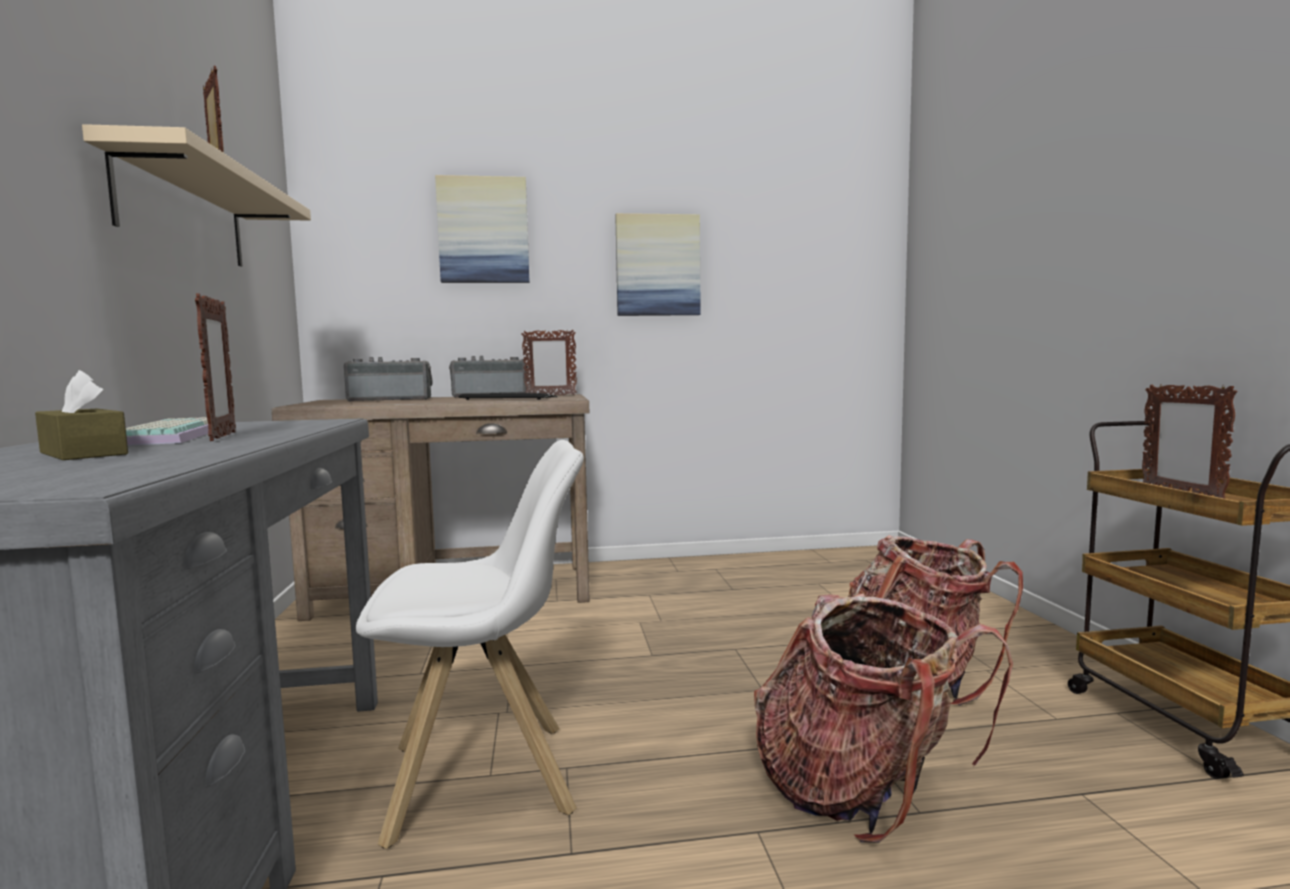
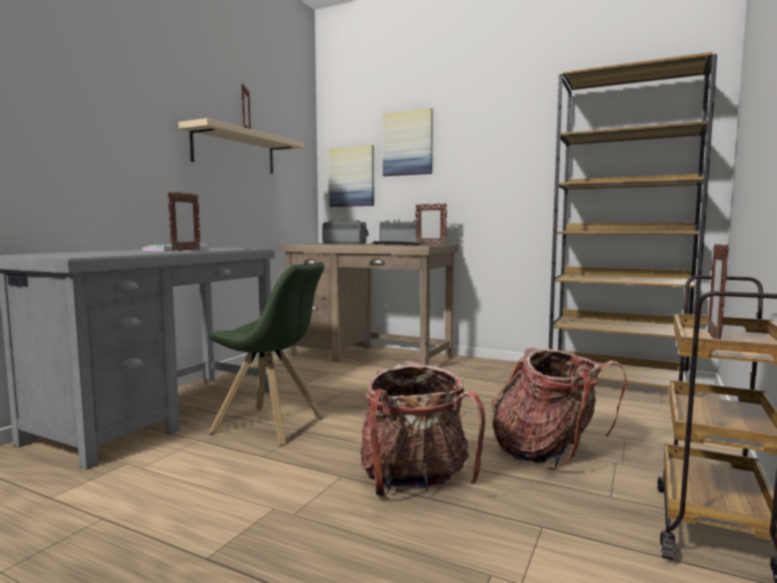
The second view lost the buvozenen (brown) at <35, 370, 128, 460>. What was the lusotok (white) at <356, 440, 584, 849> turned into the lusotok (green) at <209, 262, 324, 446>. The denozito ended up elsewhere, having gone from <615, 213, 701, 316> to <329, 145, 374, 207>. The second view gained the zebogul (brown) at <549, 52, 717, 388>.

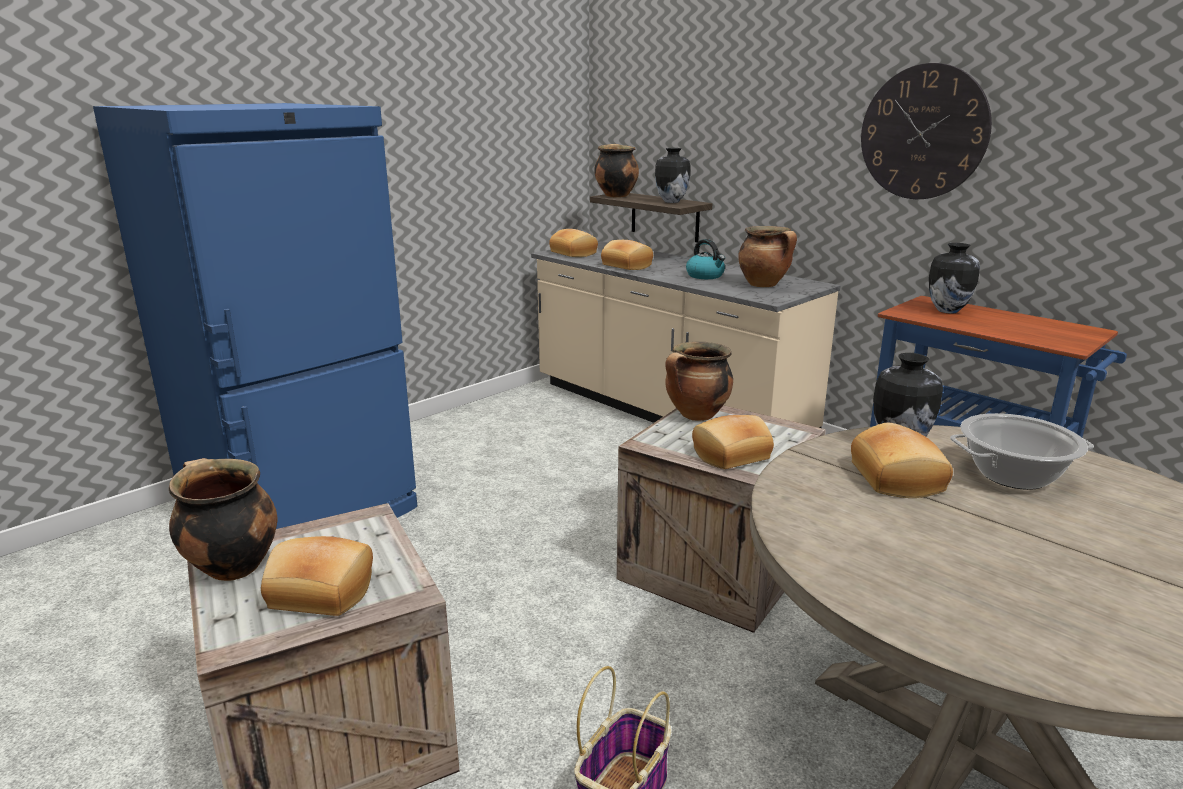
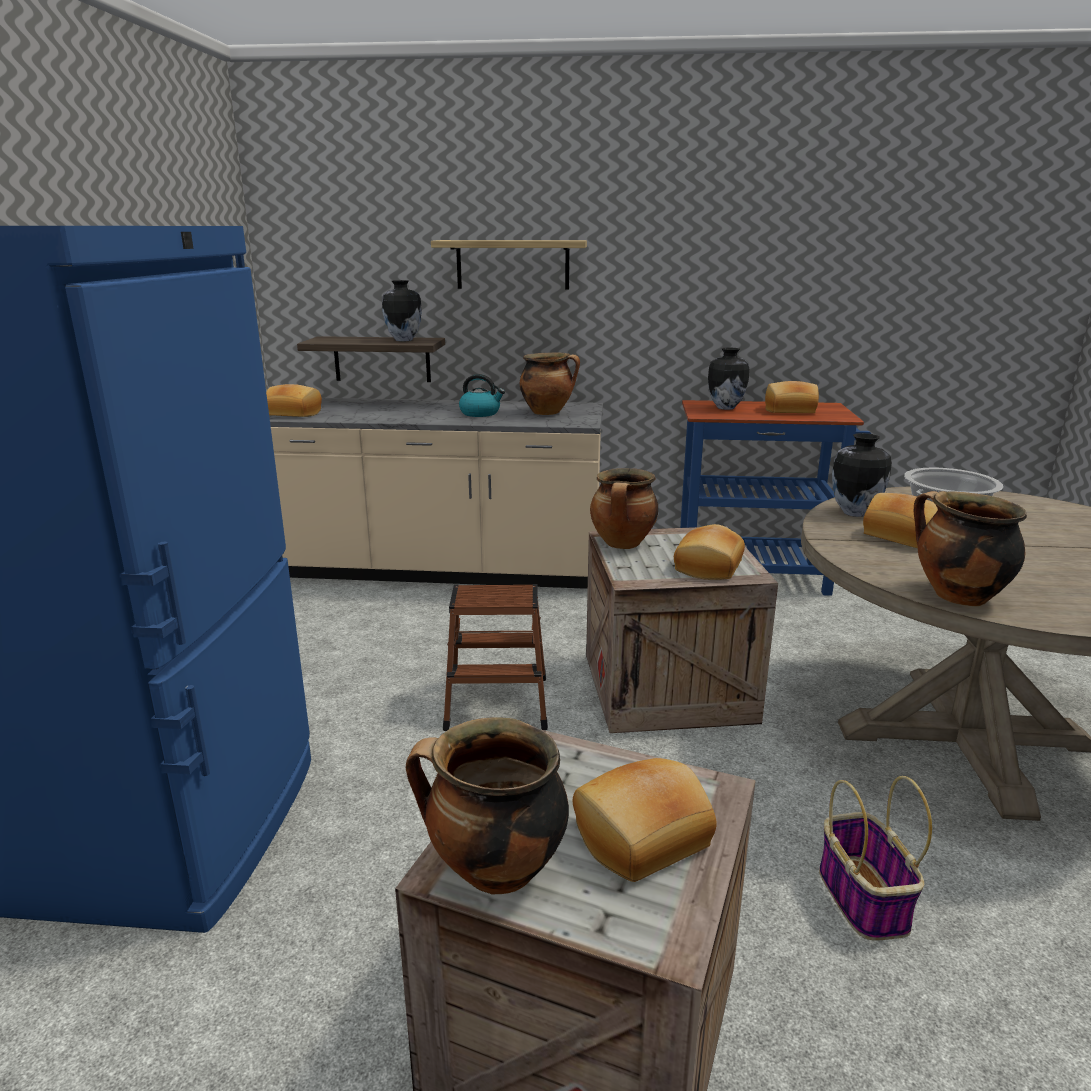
The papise ended up elsewhere, having gone from <594, 144, 639, 198> to <914, 491, 1027, 606>. The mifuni ended up elsewhere, having gone from <601, 240, 653, 270> to <765, 381, 819, 413>. The second view lost the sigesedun at <861, 63, 992, 199>. The second view gained the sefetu at <431, 240, 587, 289>. The second view gained the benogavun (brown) at <443, 584, 548, 731>.

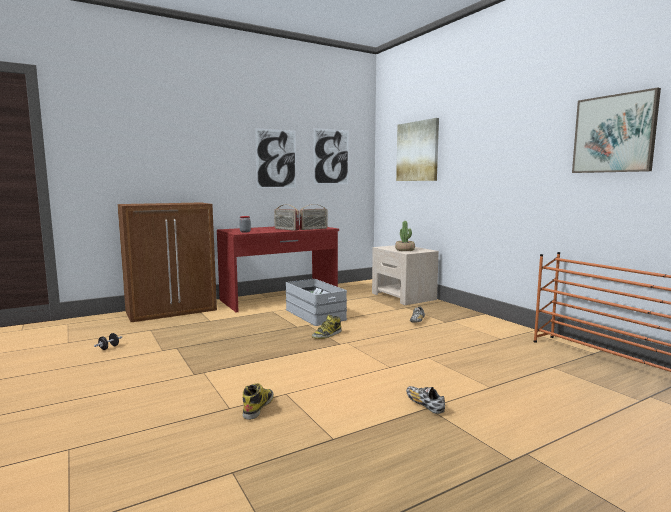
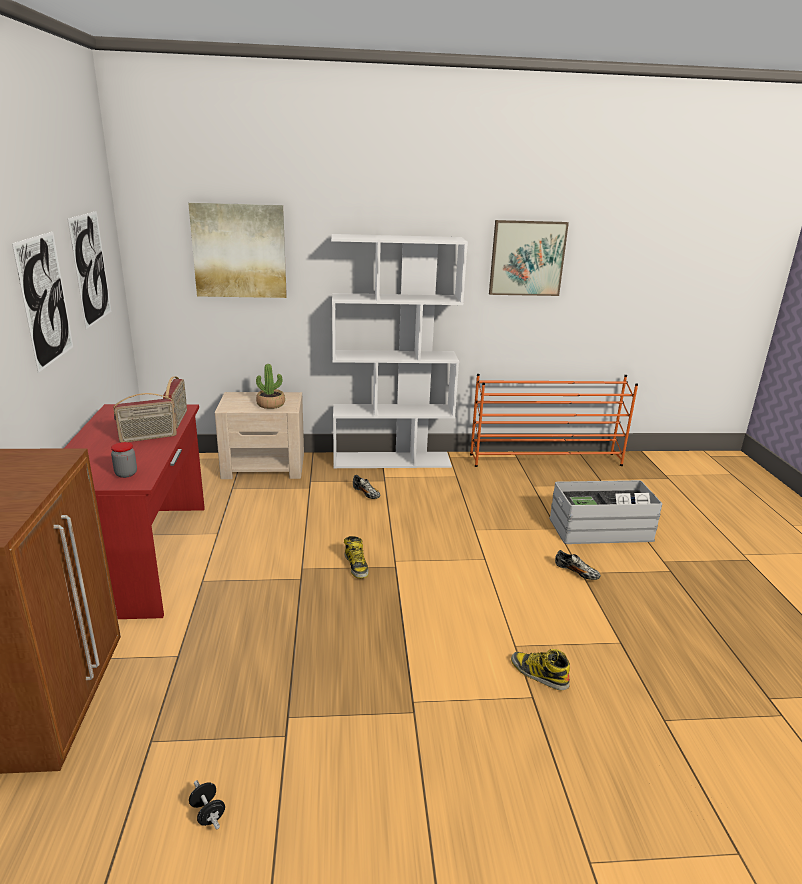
The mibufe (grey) ended up elsewhere, having gone from <286, 279, 347, 326> to <549, 480, 662, 544>. The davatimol at <406, 386, 445, 414> ended up facing another way, 135 degrees counterclockwise from before. The second view gained the zebogul (white) at <331, 234, 468, 468>.

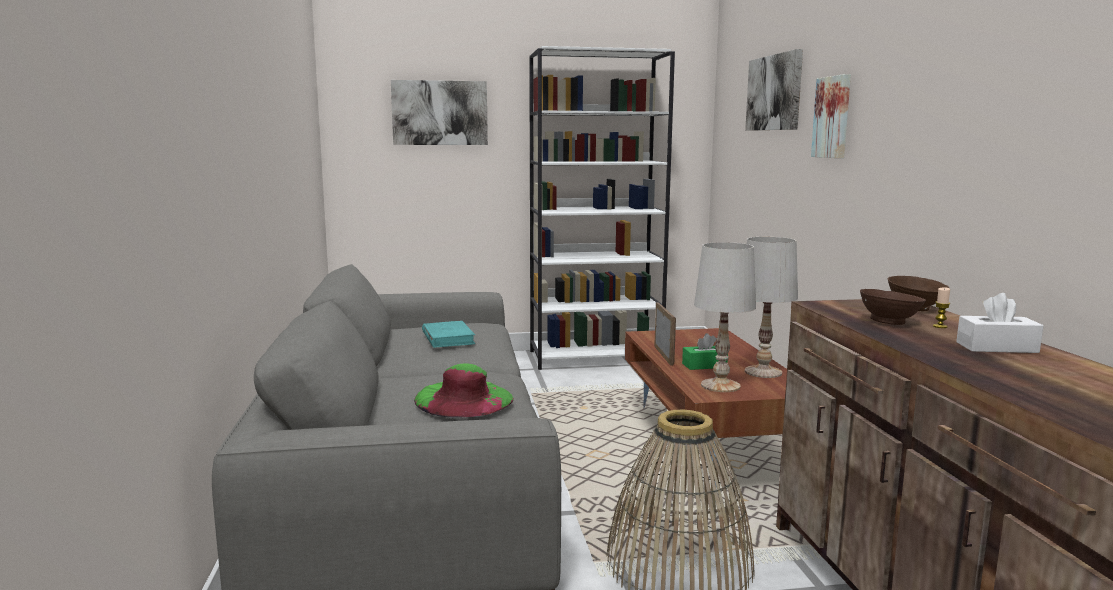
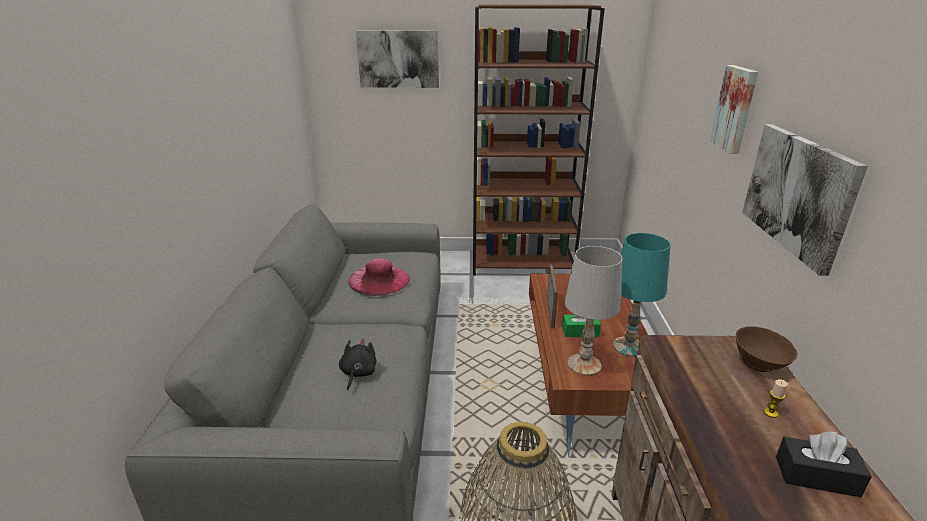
Where the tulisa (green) stood at <414, 364, 514, 417>, the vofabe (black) came to stand at <339, 338, 376, 390>. Where the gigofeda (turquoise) stood at <422, 321, 475, 348>, the tulisa (pink) came to stand at <348, 258, 410, 296>. What was the zebogul (white) at <529, 46, 675, 370> turned into the zebogul (brown) at <473, 5, 605, 276>. The denozito ended up elsewhere, having gone from <745, 49, 803, 131> to <742, 124, 868, 276>. What was the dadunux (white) at <745, 237, 798, 378> turned into the dadunux (turquoise) at <613, 233, 671, 357>. The second view lost the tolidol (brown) at <860, 289, 926, 325>. What was the buvozenen (white) at <956, 293, 1044, 353> turned into the buvozenen (black) at <776, 432, 872, 497>.

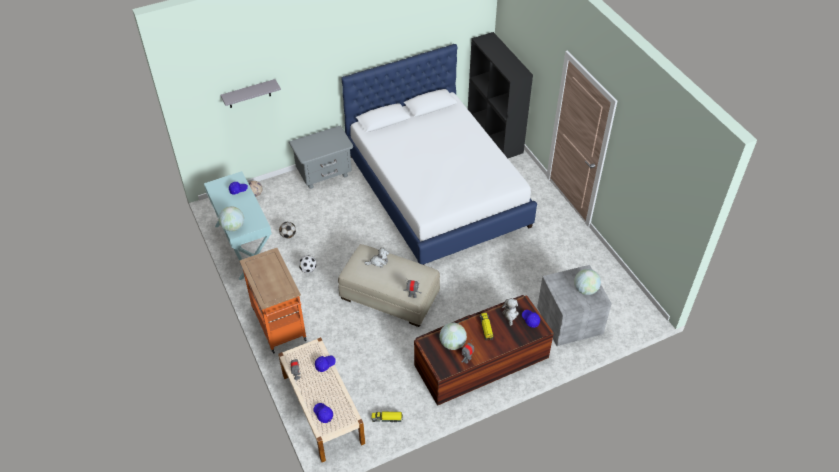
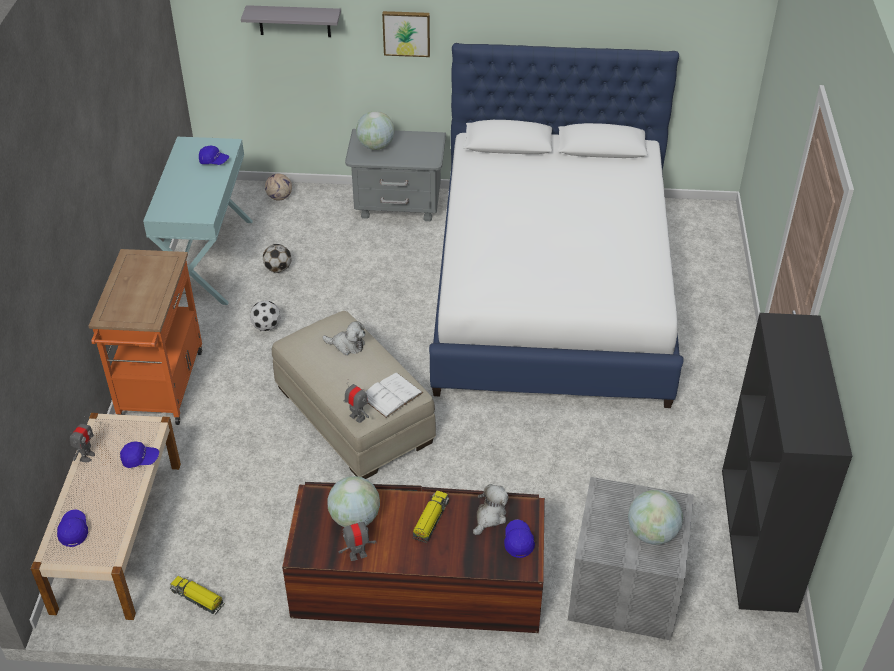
The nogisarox ended up elsewhere, having gone from <218, 206, 244, 231> to <356, 111, 395, 150>. The zebogul (black) ended up elsewhere, having gone from <468, 32, 533, 158> to <722, 313, 852, 613>. The second view gained the gigofeda (white) at <366, 372, 423, 418>. The second view gained the denozito at <382, 11, 430, 57>.

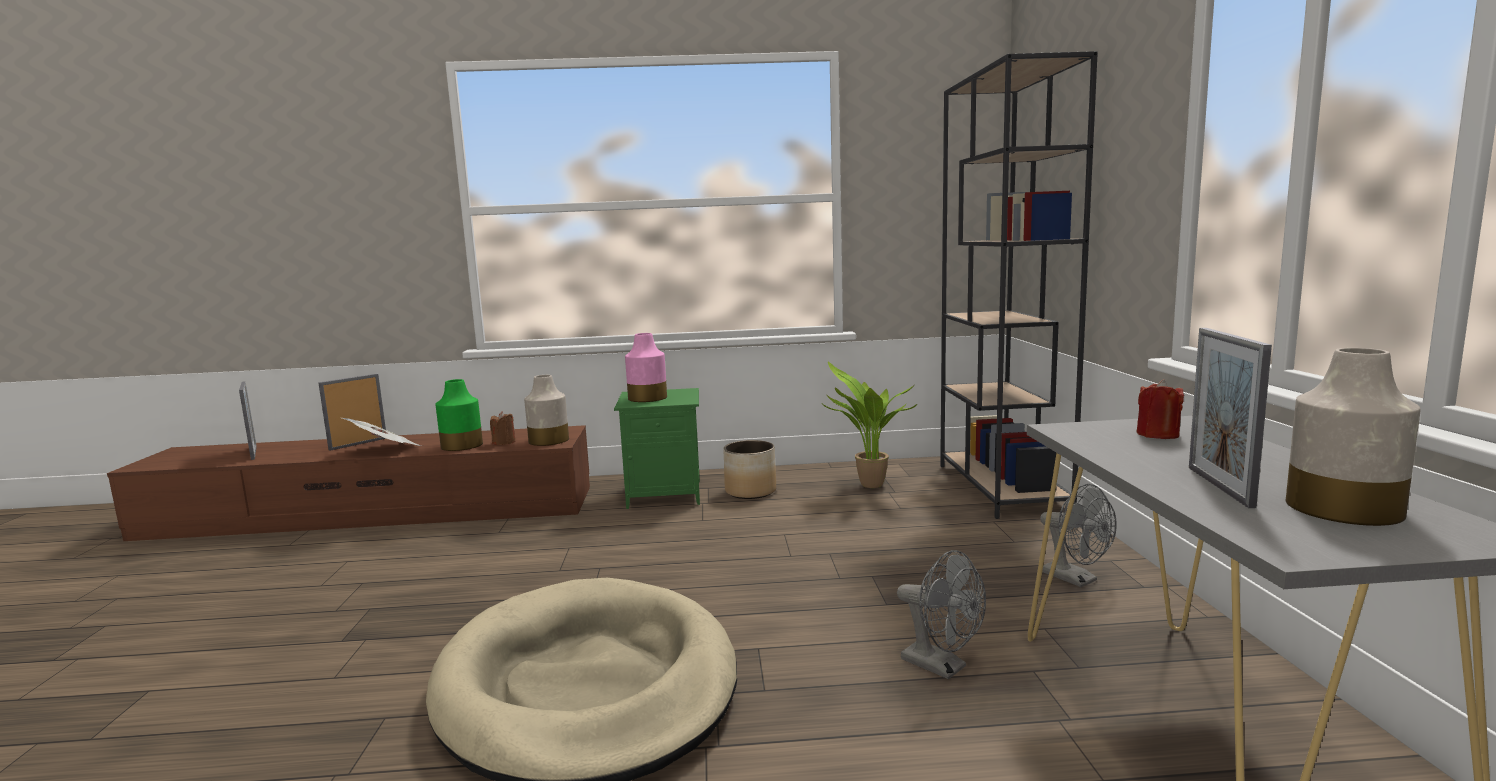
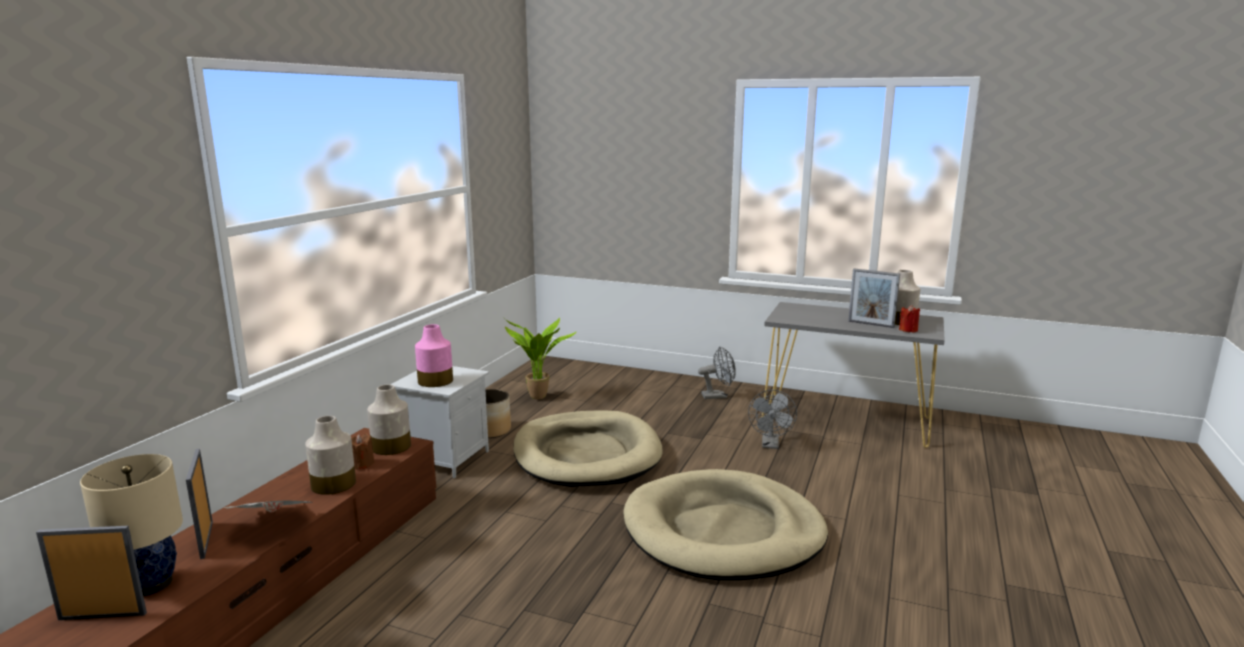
What was the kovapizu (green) at <436, 379, 483, 451> turned into the kovapizu (beige) at <305, 416, 356, 495>. What was the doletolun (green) at <614, 388, 700, 509> turned into the doletolun (grey) at <390, 366, 489, 478>. The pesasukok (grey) at <897, 550, 986, 680> ended up facing another way, 120 degrees clockwise from before. The second view lost the zebogul at <940, 51, 1098, 519>. The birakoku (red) ended up elsewhere, having gone from <1137, 379, 1184, 439> to <899, 305, 920, 333>. The second view gained the dadunux (beige) at <80, 454, 183, 596>. The second view gained the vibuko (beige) at <513, 410, 663, 487>.

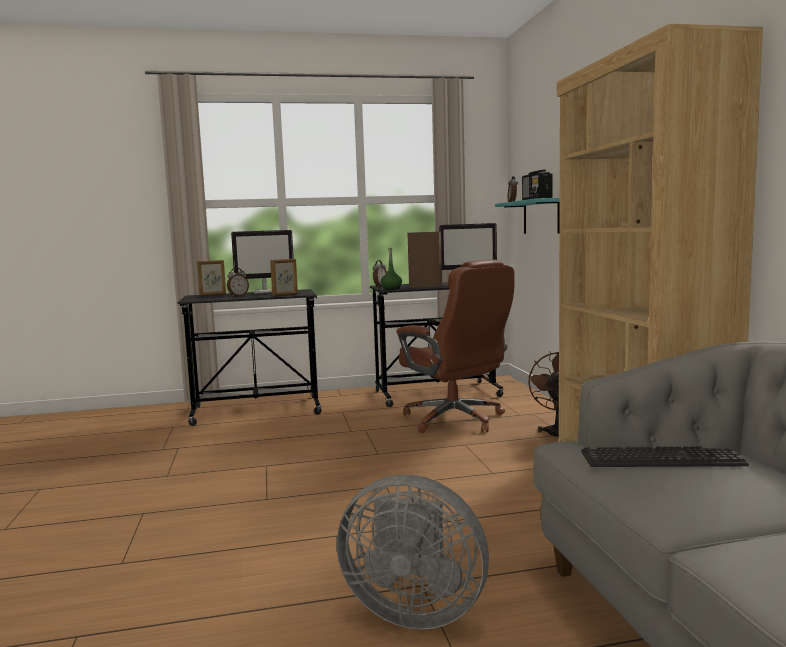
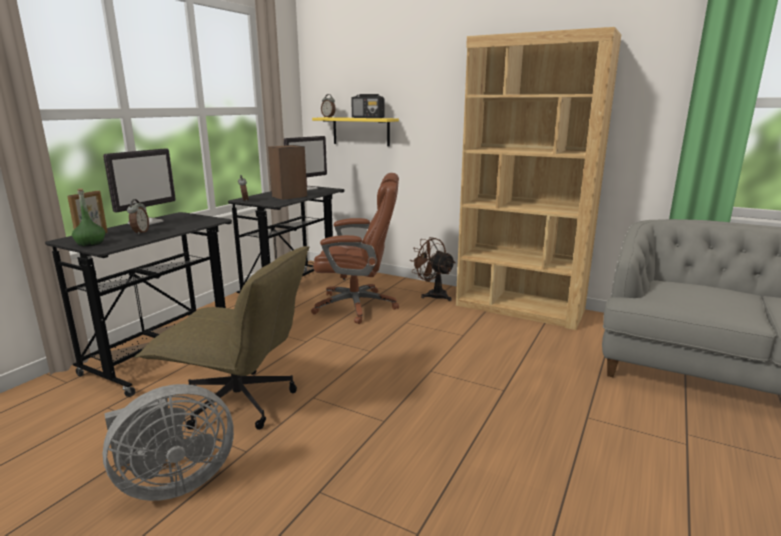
The second view lost the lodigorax at <270, 259, 298, 296>. The pesasukok (grey) ended up elsewhere, having gone from <336, 475, 489, 630> to <102, 384, 234, 501>. The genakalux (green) ended up elsewhere, having gone from <381, 247, 402, 290> to <72, 189, 105, 247>. What was the sefetu (turquoise) at <495, 198, 560, 234> turned into the sefetu (yellow) at <312, 117, 399, 146>. The second view lost the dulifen at <581, 446, 749, 467>. The second view gained the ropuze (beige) at <135, 246, 309, 430>.

